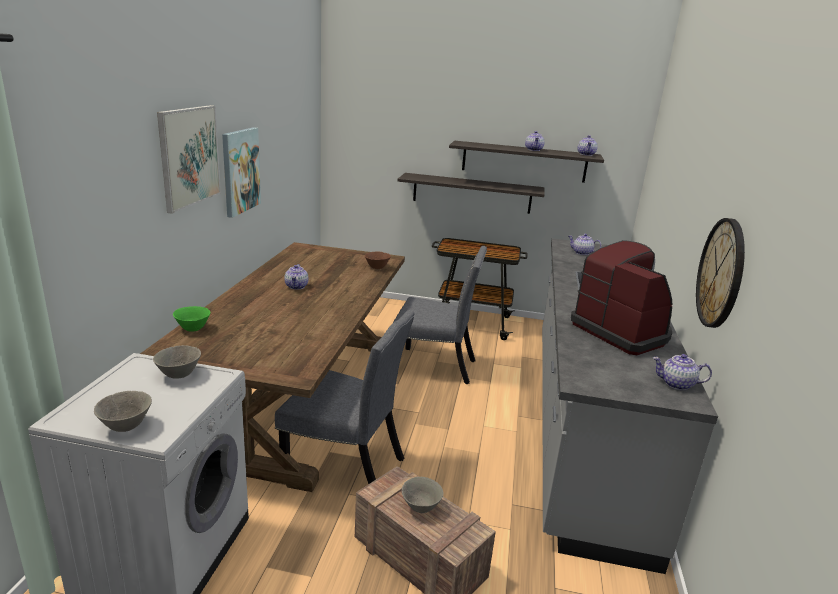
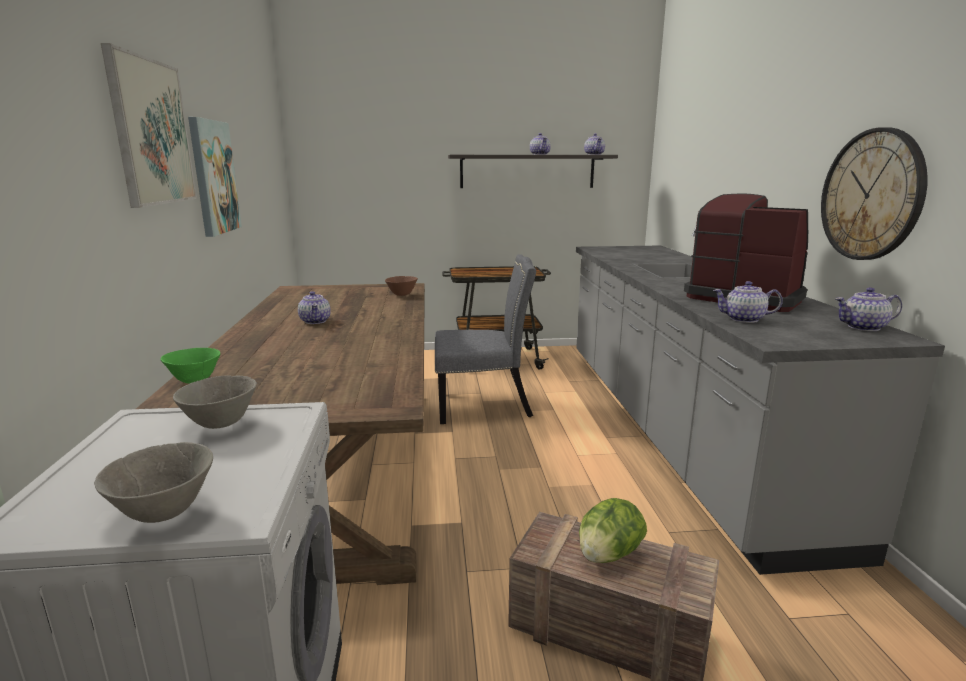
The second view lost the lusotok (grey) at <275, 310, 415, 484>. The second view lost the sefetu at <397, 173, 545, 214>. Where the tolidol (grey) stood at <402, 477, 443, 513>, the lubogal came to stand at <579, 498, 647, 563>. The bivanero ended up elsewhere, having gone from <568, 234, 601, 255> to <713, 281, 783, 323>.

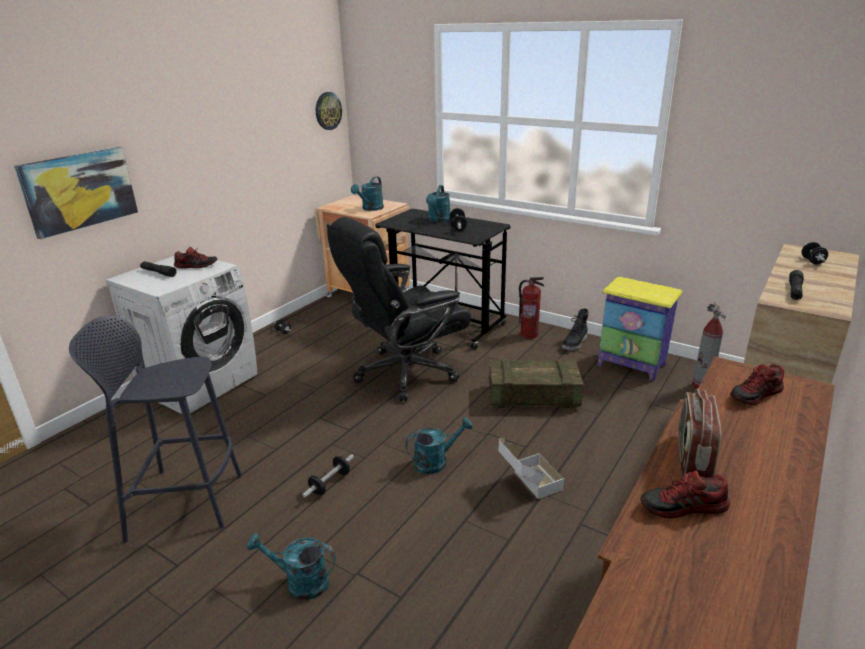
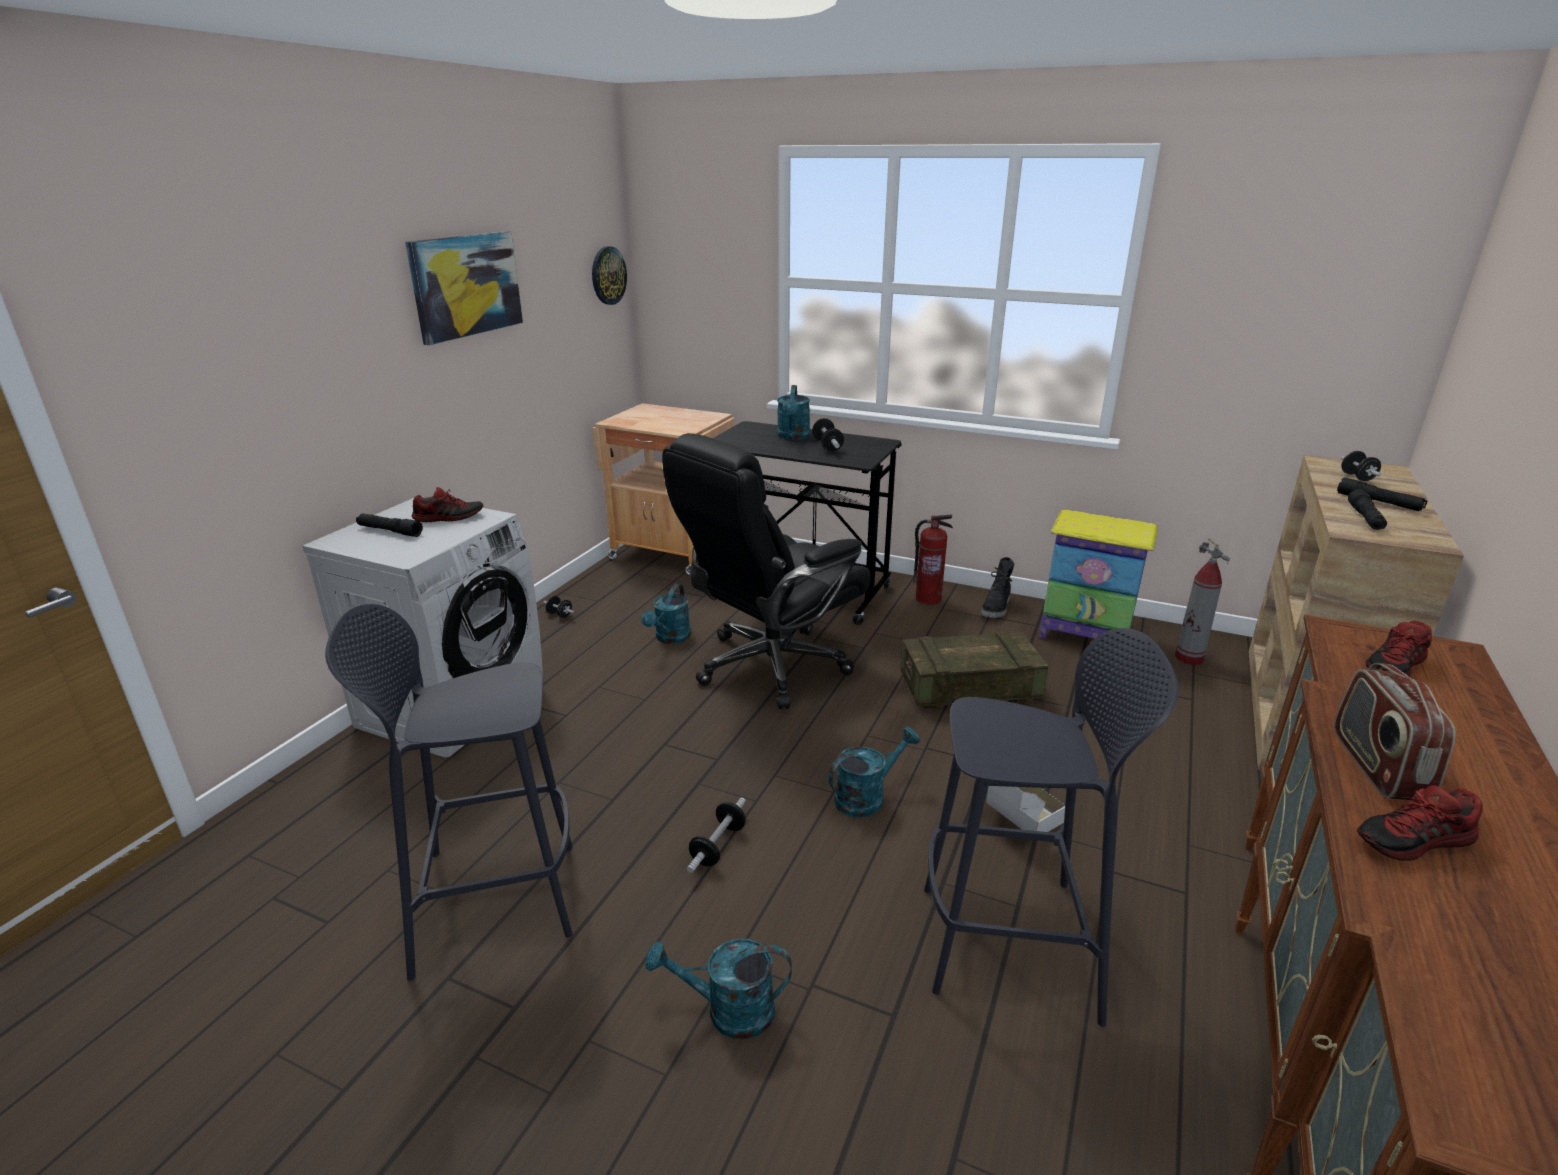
The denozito ended up elsewhere, having gone from <14, 147, 138, 239> to <405, 231, 523, 345>. The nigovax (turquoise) ended up elsewhere, having gone from <351, 176, 384, 211> to <641, 584, 691, 644>. The second view gained the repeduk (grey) at <924, 628, 1178, 1027>. The second view gained the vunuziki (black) at <1337, 477, 1428, 511>.

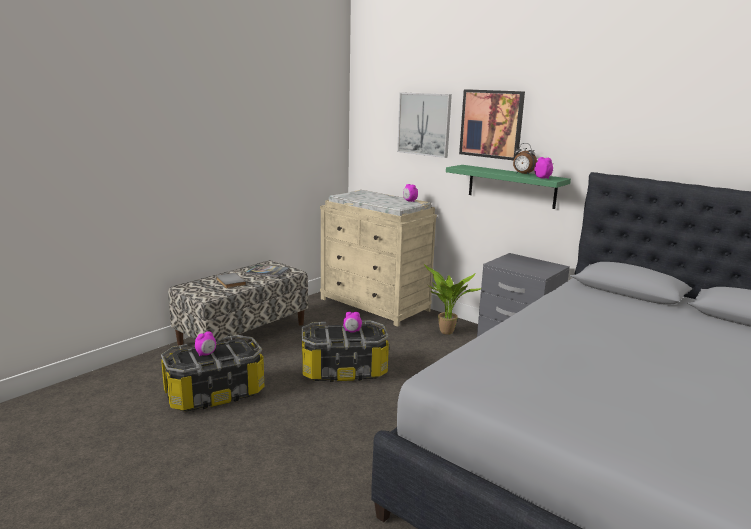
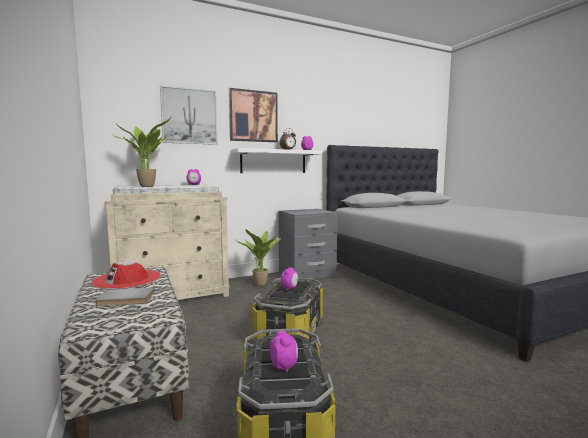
Where the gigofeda stood at <245, 264, 289, 277>, the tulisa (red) came to stand at <91, 261, 161, 289>. What was the sefetu (green) at <446, 165, 571, 209> turned into the sefetu (white) at <231, 148, 322, 173>. The second view gained the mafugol at <112, 118, 171, 187>.

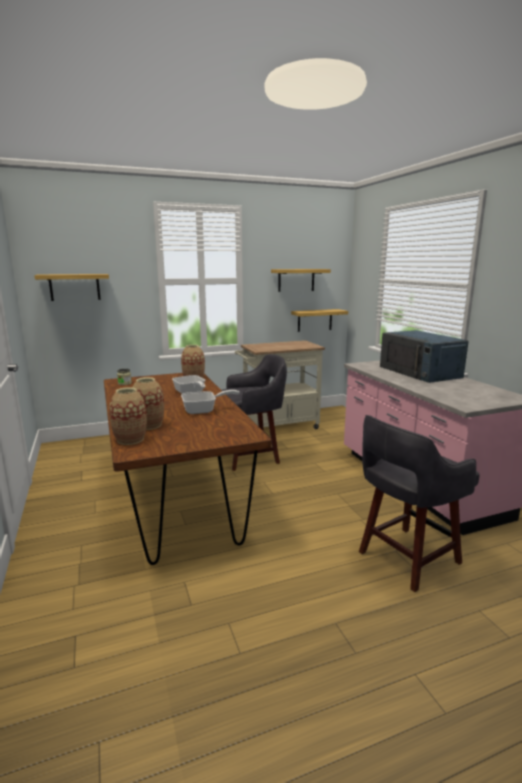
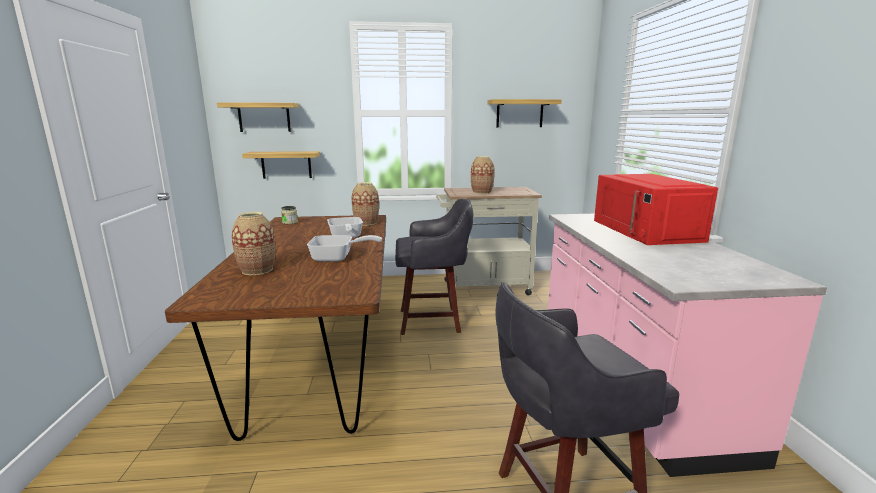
The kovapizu ended up elsewhere, having gone from <109, 387, 147, 445> to <471, 156, 495, 194>. The sefetu ended up elsewhere, having gone from <291, 309, 348, 332> to <242, 151, 320, 179>. What was the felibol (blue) at <380, 330, 469, 383> turned into the felibol (red) at <594, 174, 718, 245>.

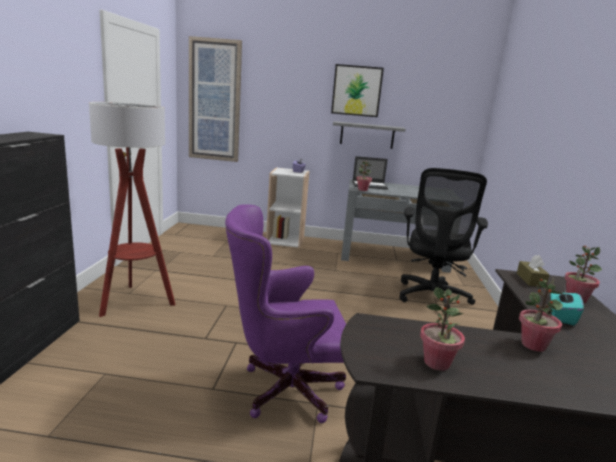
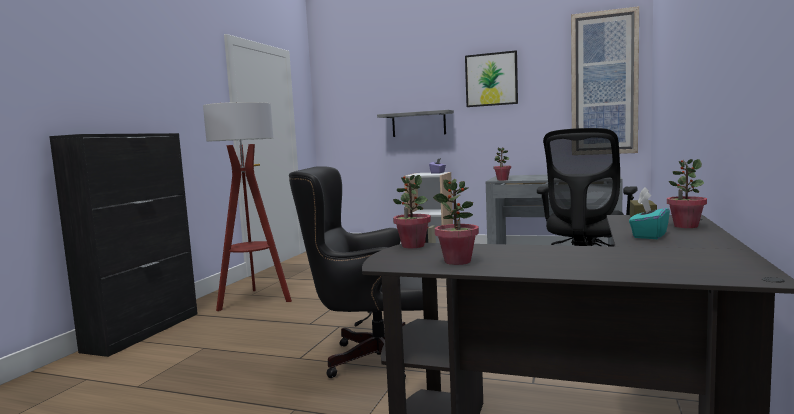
The denozito ended up elsewhere, having gone from <189, 36, 242, 162> to <571, 6, 639, 154>. What was the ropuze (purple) at <225, 204, 346, 423> turned into the ropuze (black) at <289, 166, 423, 378>. The sefetu (grey) ended up elsewhere, having gone from <333, 121, 406, 149> to <377, 110, 454, 137>. The second view lost the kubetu at <353, 156, 388, 190>. The mafugol ended up elsewhere, having gone from <519, 278, 563, 352> to <393, 175, 431, 248>.

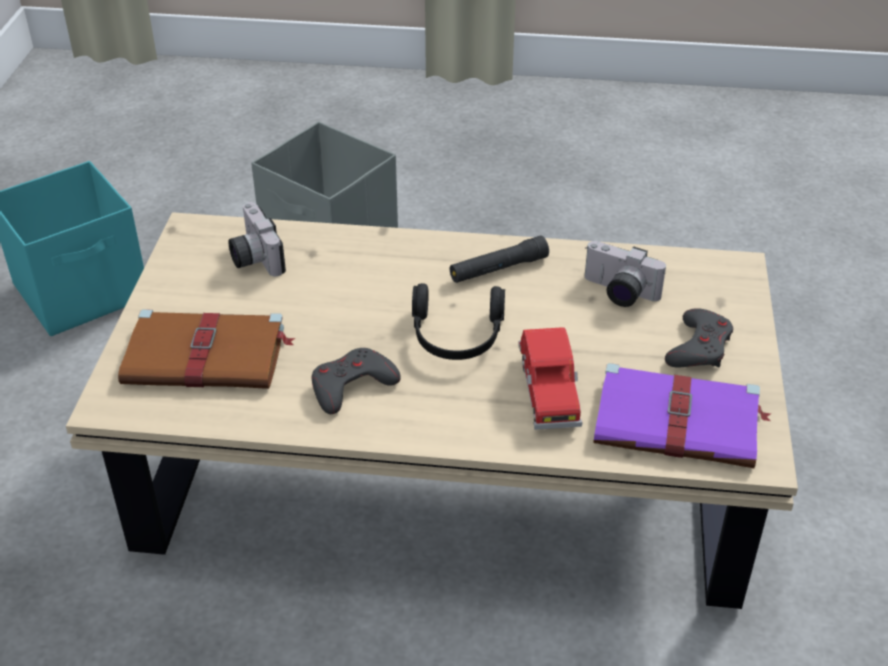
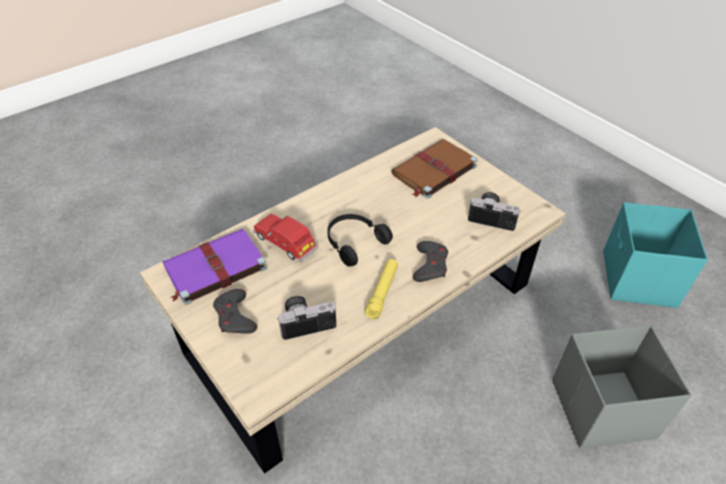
The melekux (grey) ended up elsewhere, having gone from <312, 348, 401, 414> to <413, 241, 448, 282>. What was the vunuziki (black) at <450, 236, 549, 283> turned into the vunuziki (yellow) at <364, 259, 398, 319>.

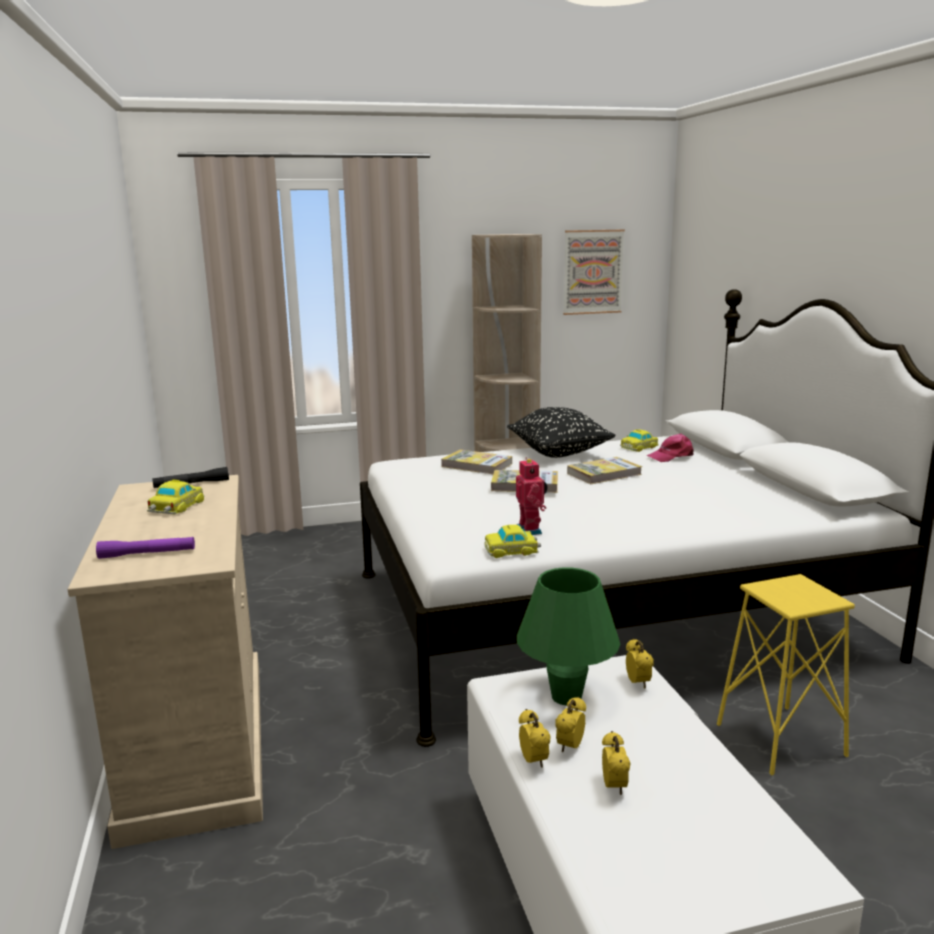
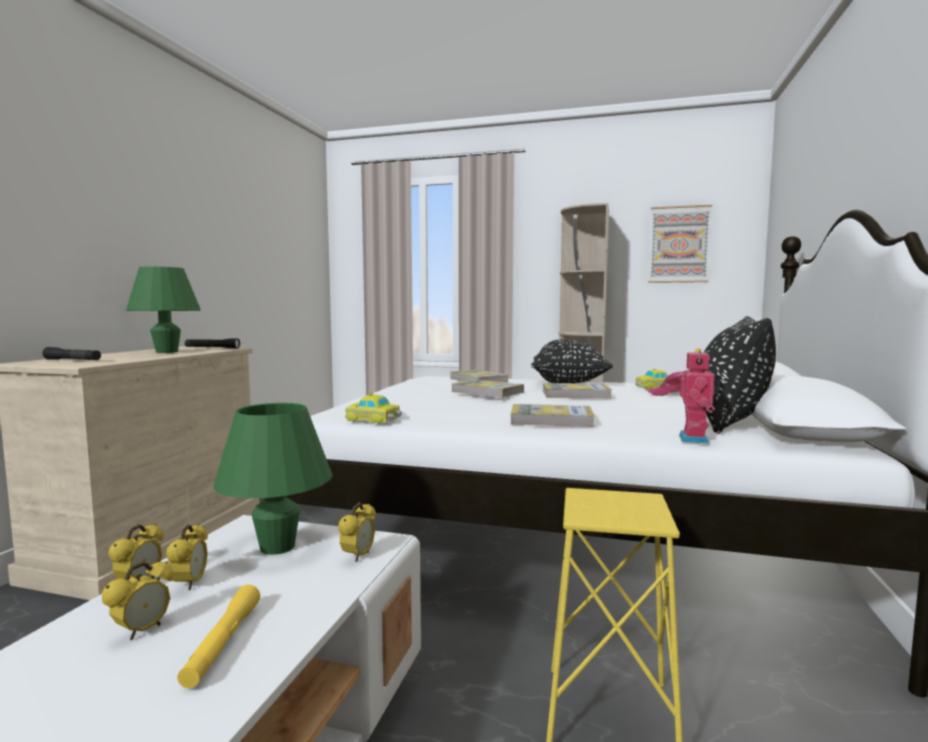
What was the vunuziki (purple) at <96, 537, 195, 559> turned into the vunuziki (black) at <42, 347, 101, 360>. Where the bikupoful stood at <147, 479, 205, 514>, the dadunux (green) came to stand at <126, 267, 201, 353>. The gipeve ended up elsewhere, having gone from <516, 458, 547, 535> to <679, 348, 720, 444>. The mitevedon at <556, 697, 586, 752> ended up facing another way, 120 degrees clockwise from before. The second view gained the vunuziki (yellow) at <177, 584, 260, 688>. The second view gained the gigofeda at <511, 404, 595, 427>. The second view gained the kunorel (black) at <703, 316, 776, 434>.

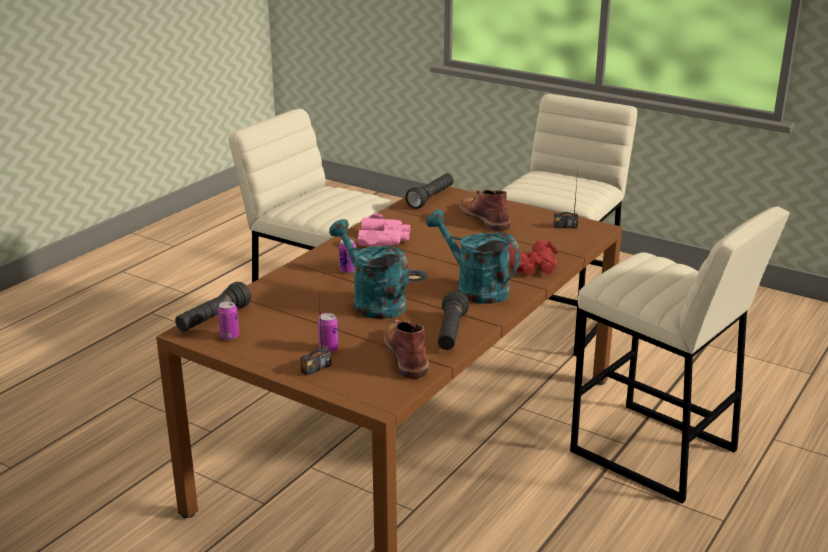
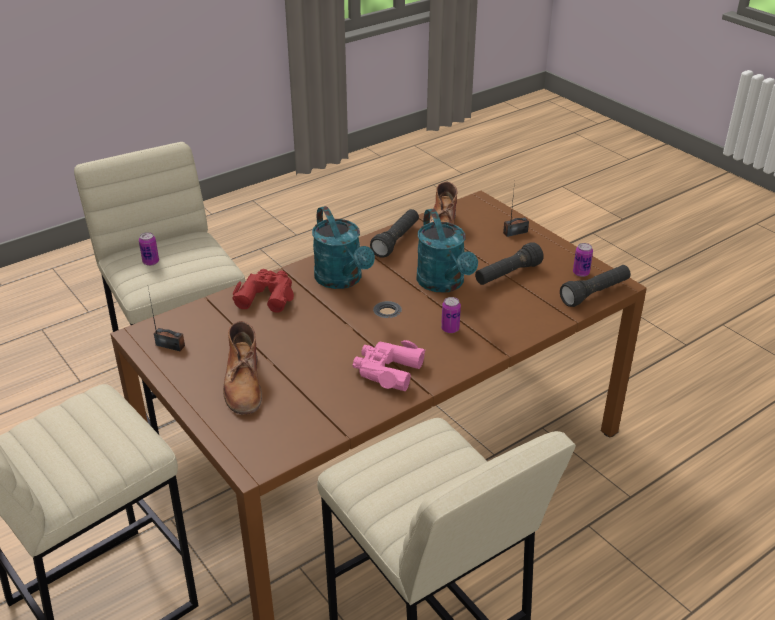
The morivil ended up elsewhere, having gone from <318, 313, 339, 352> to <139, 232, 159, 266>. The vunuziki (black) ended up elsewhere, having gone from <405, 173, 454, 209> to <475, 242, 544, 285>.

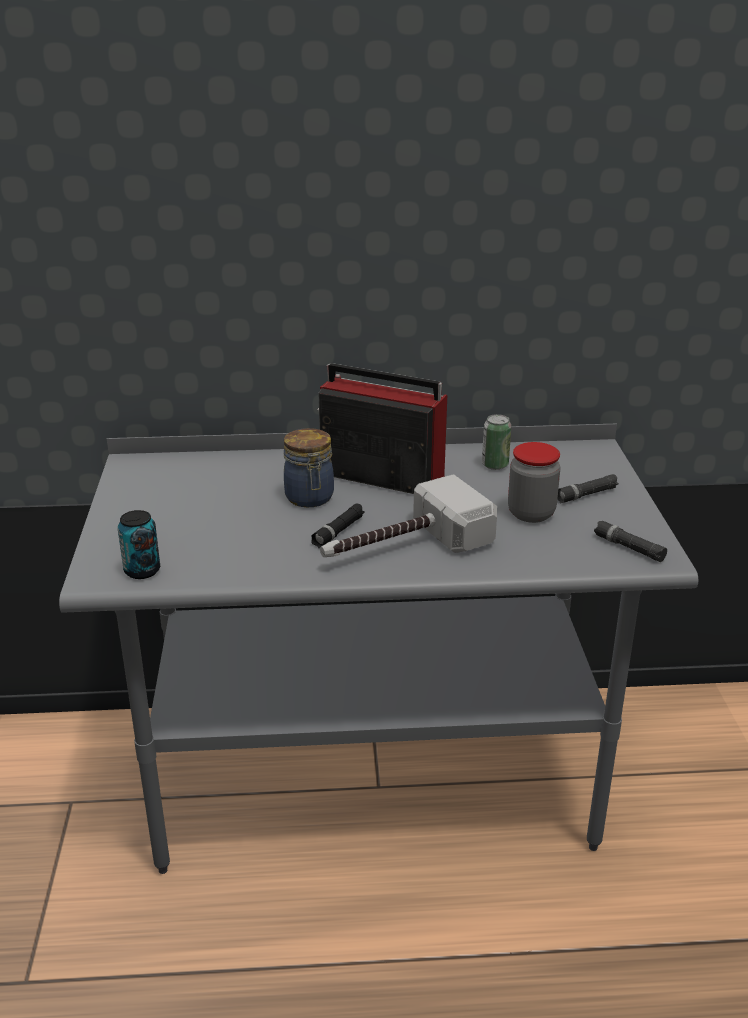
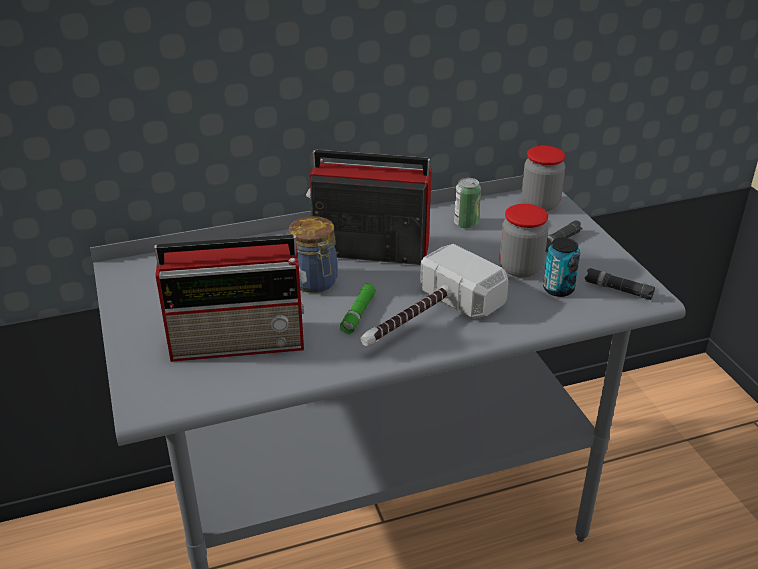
The morivil ended up elsewhere, having gone from <118, 510, 160, 579> to <543, 238, 580, 297>. What was the vunuziki (black) at <311, 503, 365, 548> turned into the vunuziki (green) at <340, 283, 376, 334>. The second view gained the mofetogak at <154, 235, 307, 362>. The second view gained the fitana at <522, 146, 566, 212>.

